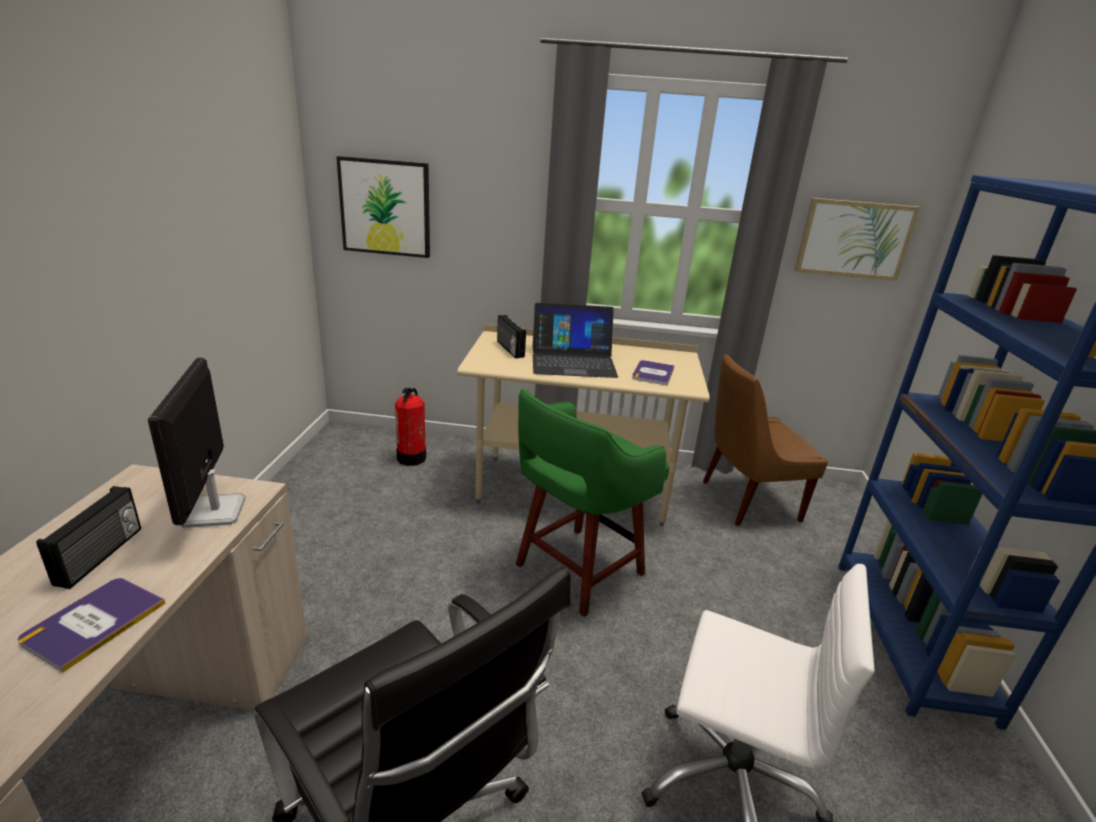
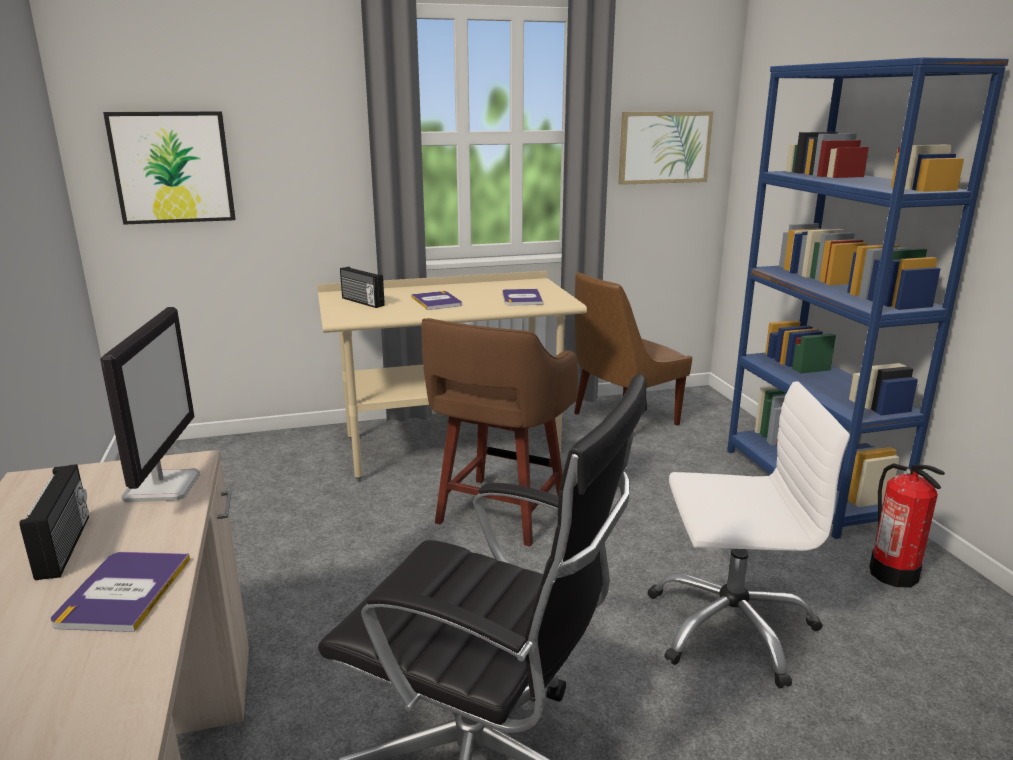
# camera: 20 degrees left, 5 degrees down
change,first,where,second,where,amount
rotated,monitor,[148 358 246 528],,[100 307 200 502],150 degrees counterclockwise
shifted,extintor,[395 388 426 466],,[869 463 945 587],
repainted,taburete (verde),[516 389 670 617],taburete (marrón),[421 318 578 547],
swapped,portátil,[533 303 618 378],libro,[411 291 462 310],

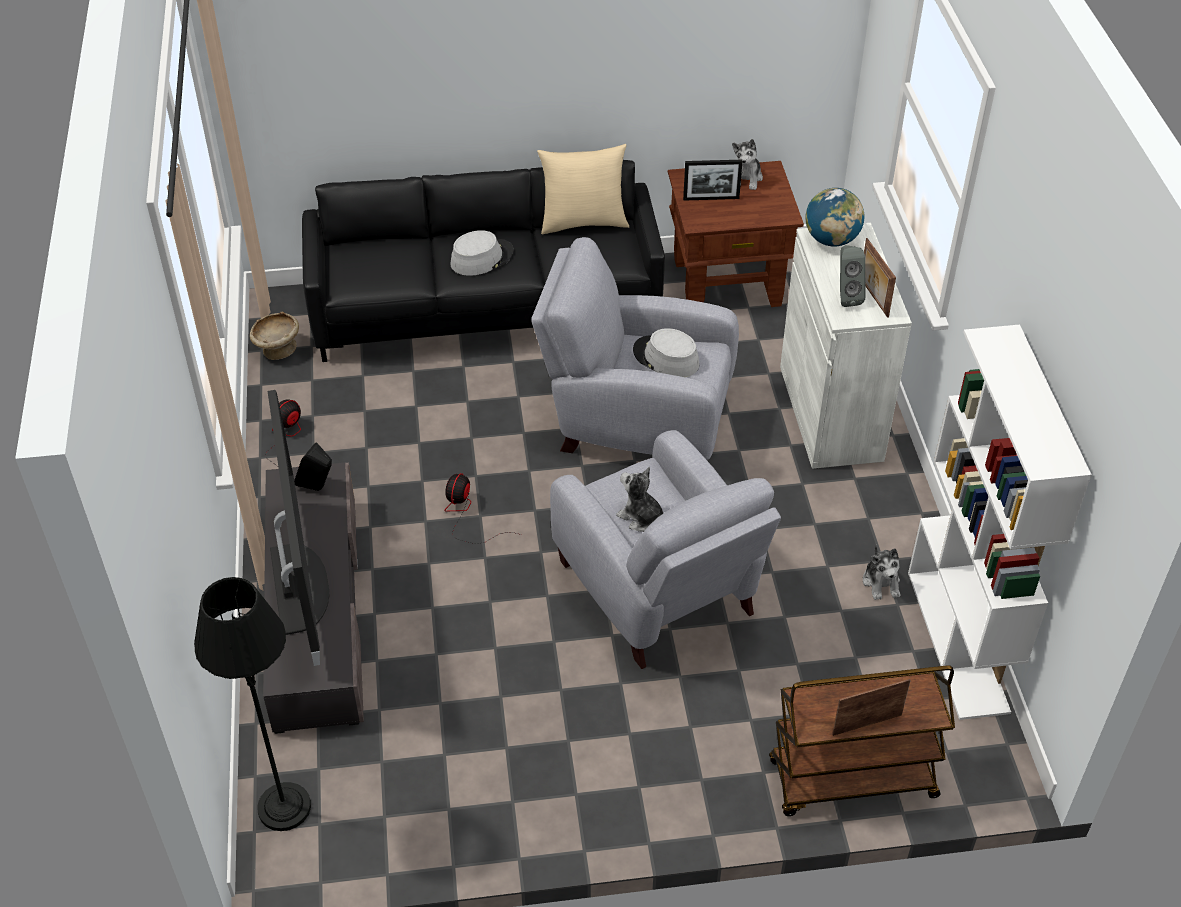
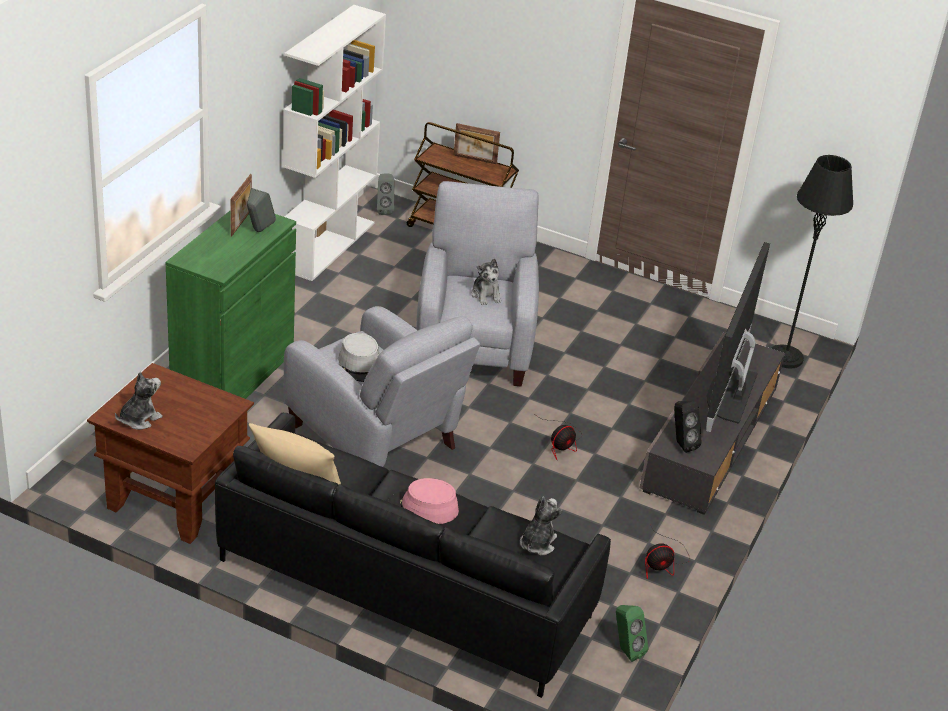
# camera: 150 degrees left, 10 degrees down
change,first,where,second,where,amount
swapped,cuenco (beis),[250 312 299 360],altavoz (verde),[616 605 648 662],
repainted,sombrero (gris),[450 230 514 276],sombrero (rosa),[388 478 459 524],
gone,portarretratos,[683 160 742 201],,,
repainted,armario (blanco),[780 223 912 469],armario (verde),[166 210 296 399],
gone,globo terráqueo,[806 188 864 247],,,
shifted,peluche,[863 544 900 600],,[520 497 563 555],
new,,,altavoz (gris),[377 173 394 215],

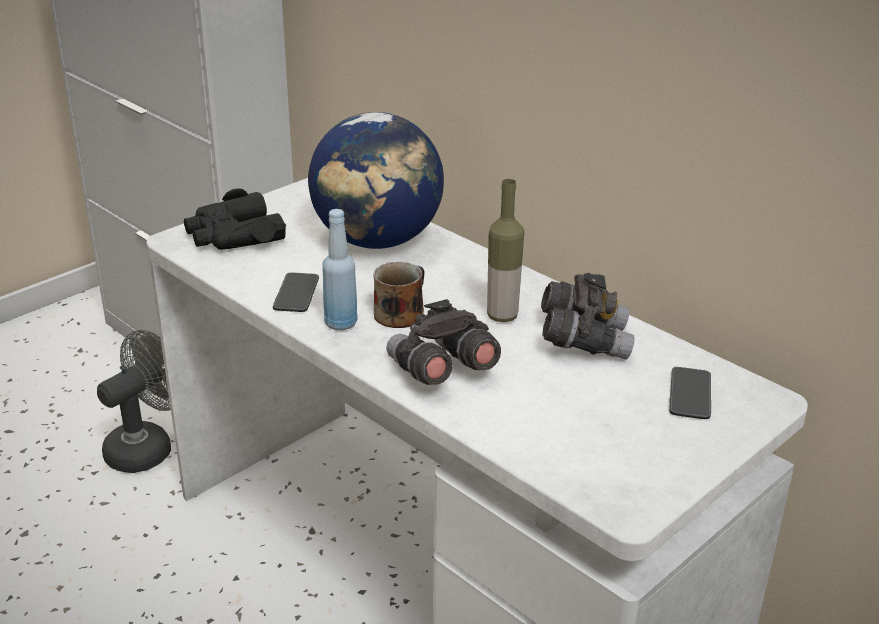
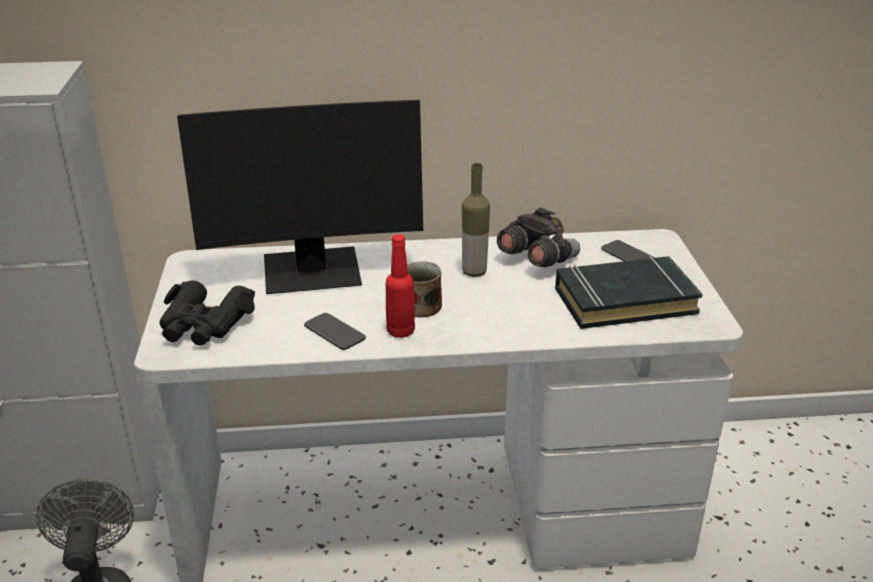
# camera: 50 degrees left, 0 degrees up
change,first,where,second,where,amount
swapped,globo terráqueo,[308 112 444 249],monitor,[177 100 423 294],
repainted,botella (azul),[322 209 358 330],botella (rojo),[385 234 415 338],
gone,prismáticos (gris),[387 299 501 385],,,
new,,,libro (negro),[555 256 703 329],

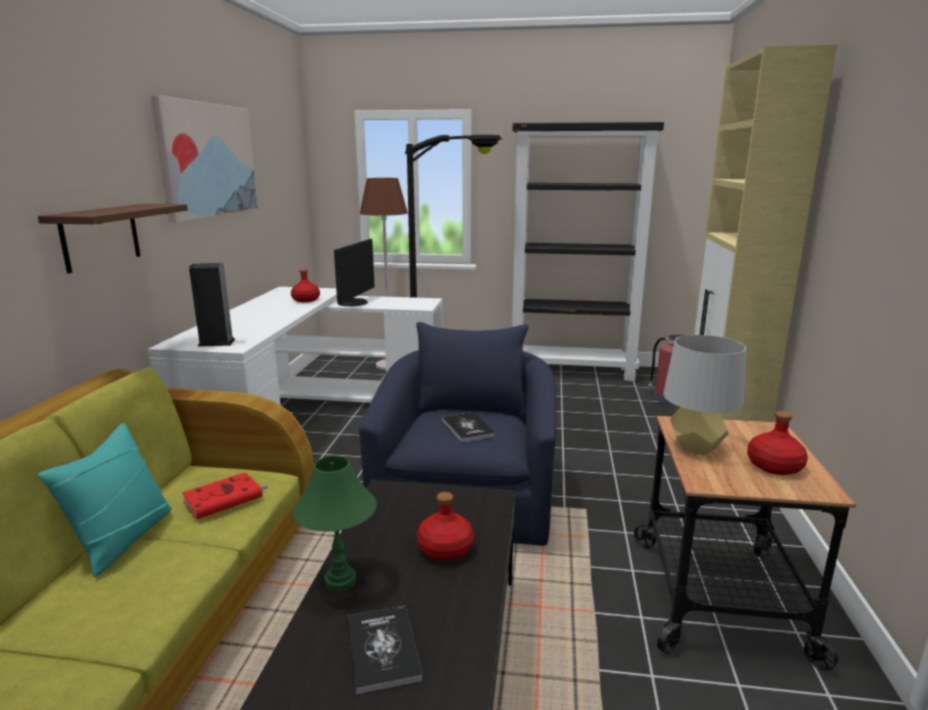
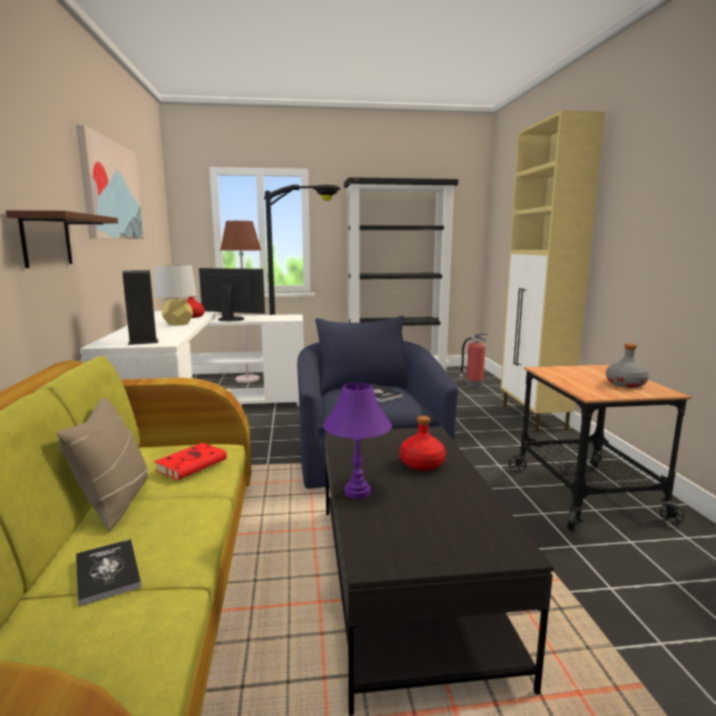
# camera: 15 degrees left, 5 degrees down
change,first,where,second,where,amount
repainted,cojín (turquesa),[38 423 171 577],cojín (beis),[57 397 149 531],
repainted,lámpara de mesa (verde),[292 456 377 592],lámpara de mesa (morado),[323 383 392 499],
rotated,monitor,[334 239 375 307],,[199 268 265 322],75 degrees counterclockwise
shifted,libro,[347 606 423 695],,[76 539 141 607],
shifted,lámpara de mesa (gris),[663 335 746 455],,[155 265 197 326],
repainted,botella (rojo),[747 411 808 475],botella (gris),[606 343 649 388],

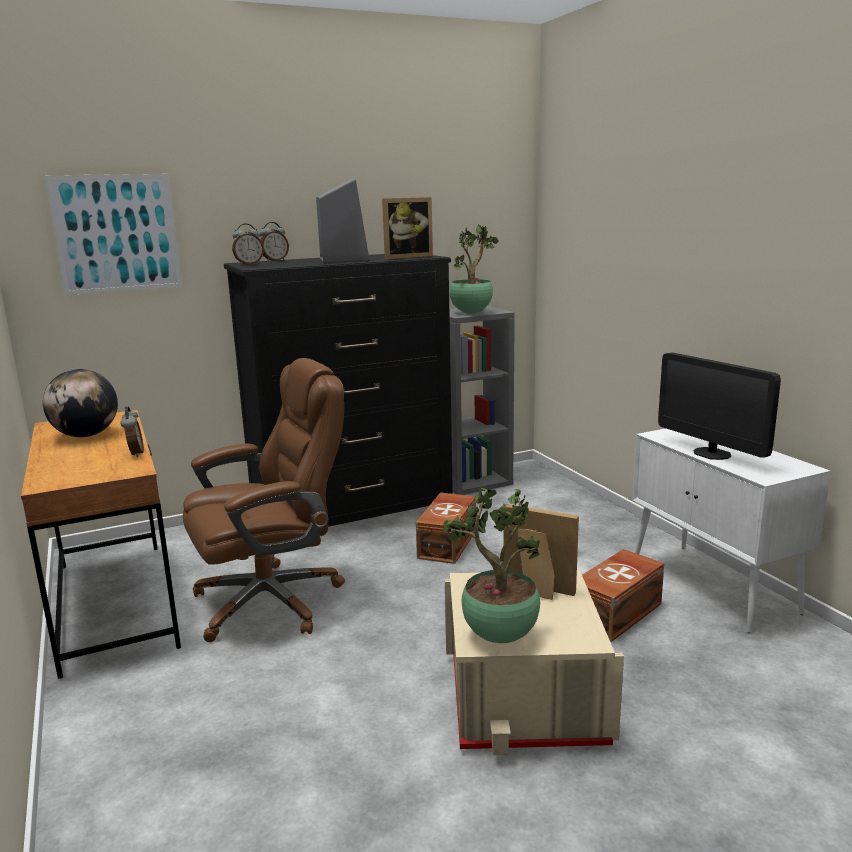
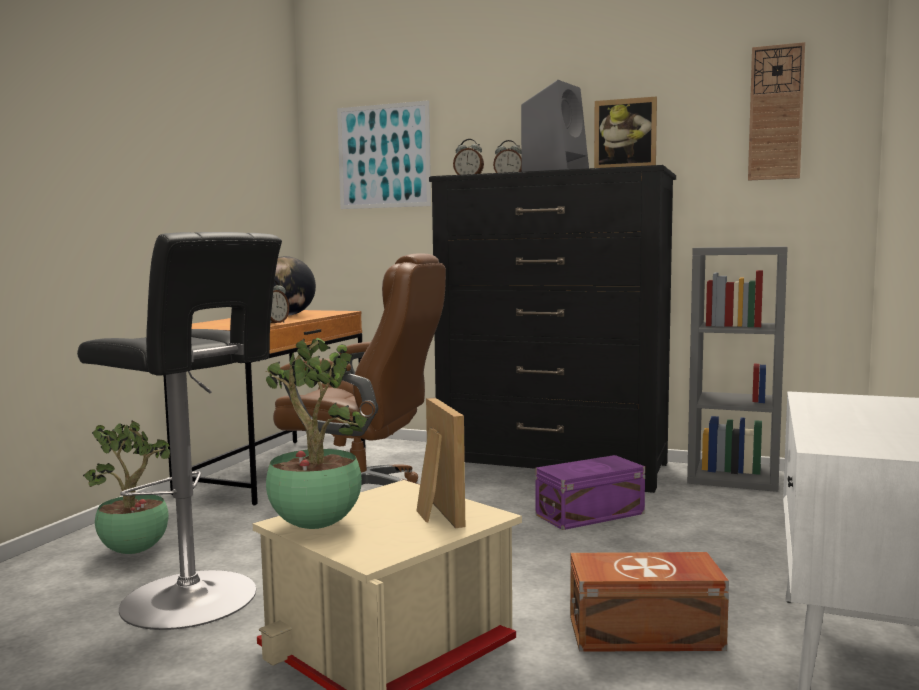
# camera: 45 degrees right, 10 degrees down
change,first,where,second,where,amount
repainted,caja de almacenaje (marrón),[416 493 476 564],caja de almacenaje (morado),[535 455 645 530],
shifted,planta en maceta,[449 224 499 313],,[83 420 170 554],
gone,monitor,[658 352 781 460],,,
new,,,taburete (negro),[77 232 282 630],
new,,,reloj de pared,[748 42 805 181],

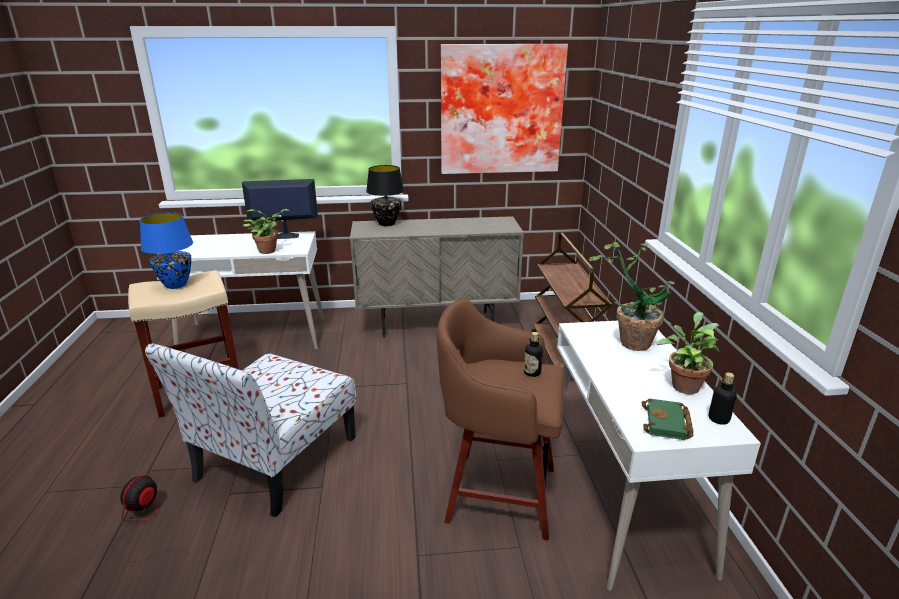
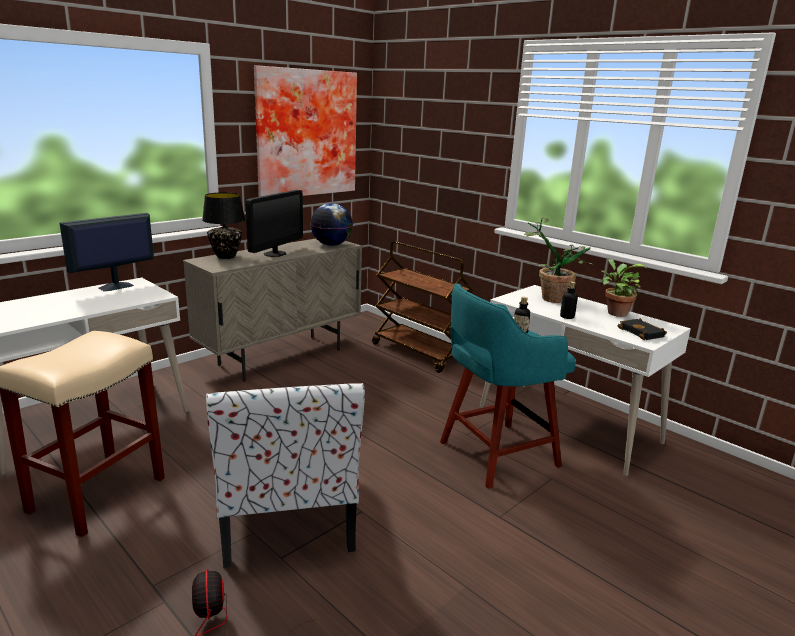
# camera: 40 degrees left, 5 degrees down
change,first,where,second,where,amount
gone,lámpara de mesa (azul),[140 212 193 289],,,
gone,planta en maceta,[243 209 289 254],,,
repainted,taburete (marrón),[437 298 565 540],taburete (turquesa),[440 283 576 489],
repainted,libro (verde),[642 398 694 440],libro (negro),[618 318 667 340],
shifted,botella,[709 372 737 425],,[560 281 578 319],
new,,,monitor,[246 190 303 257],
new,,,globo terráqueo,[310 203 353 246],

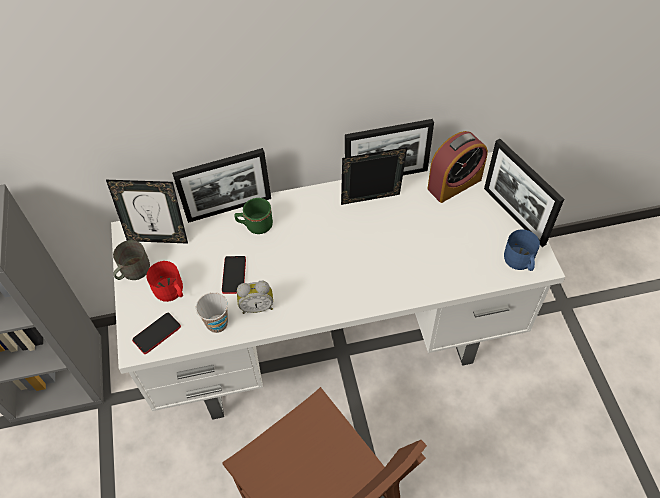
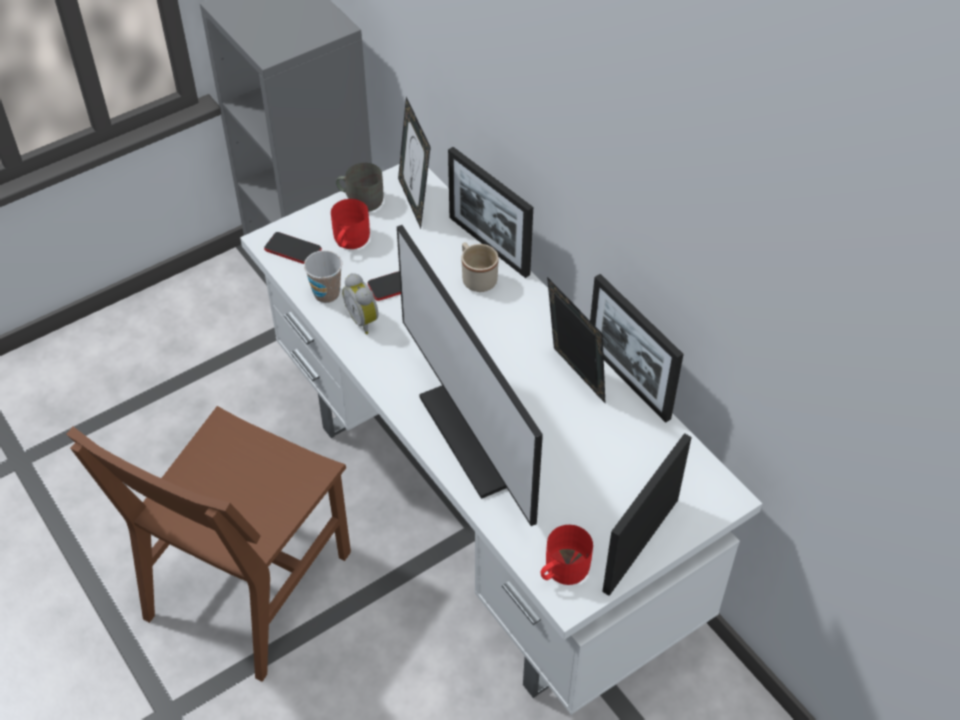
# camera: 65 degrees right, 5 degrees down
change,first,where,second,where,amount
repainted,taza grande (verde),[234 198 273 234],taza grande (beis),[462 242 498 292],
gone,despertador,[427 131 488 203],,,
repainted,taza grande (azul),[504 230 540 271],taza grande (rojo),[540 525 593 585],
new,,,monitor,[397 225 543 526],

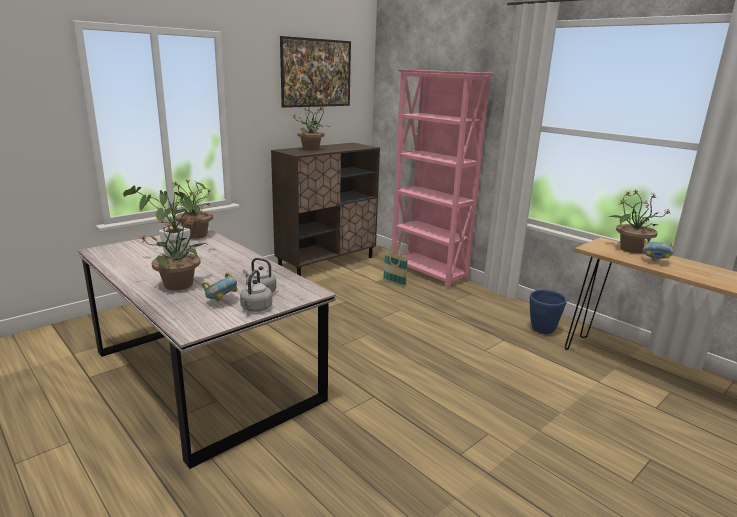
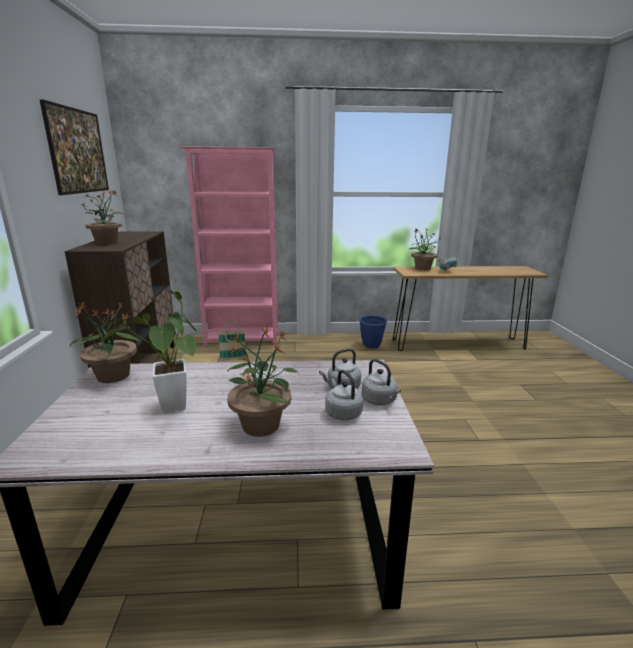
# camera: 50 degrees left, 0 degrees up
change,first,where,second,where,amount
swapped,cuenco,[202 272 238 301],hervidor (gris),[325 370 363 421],

